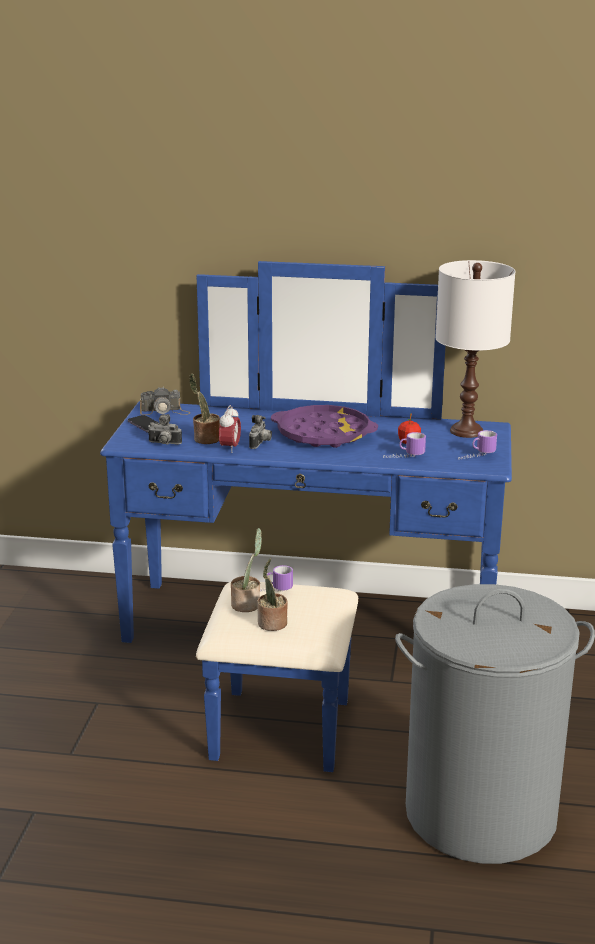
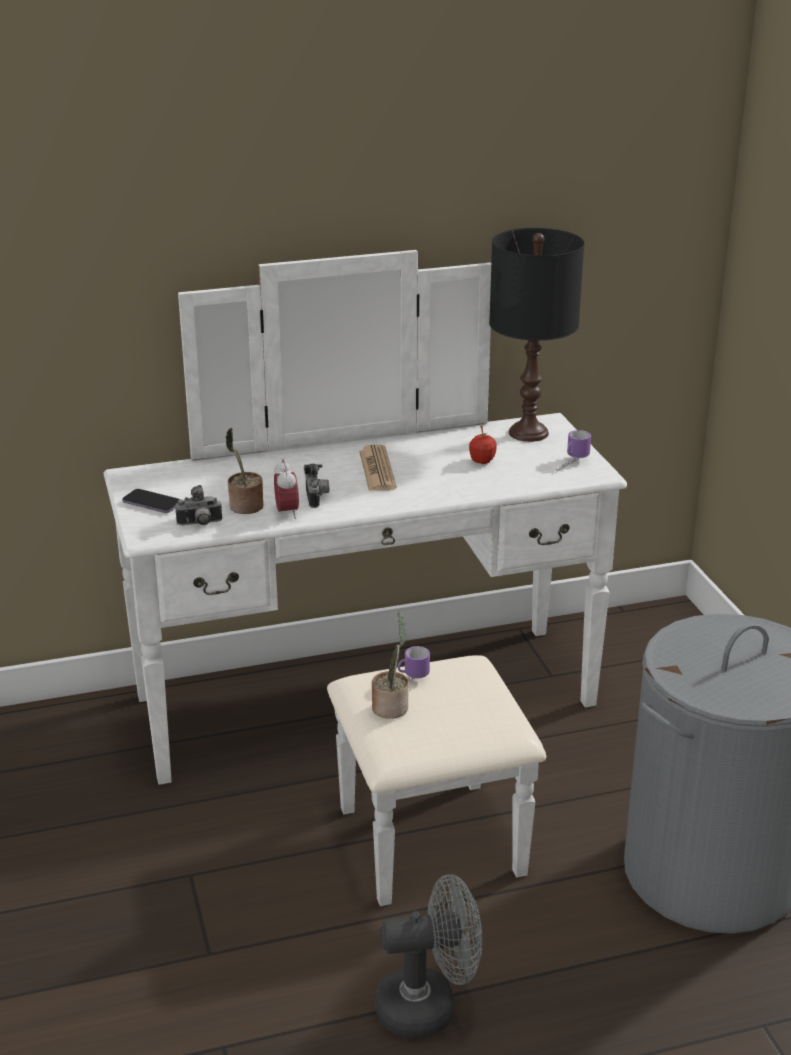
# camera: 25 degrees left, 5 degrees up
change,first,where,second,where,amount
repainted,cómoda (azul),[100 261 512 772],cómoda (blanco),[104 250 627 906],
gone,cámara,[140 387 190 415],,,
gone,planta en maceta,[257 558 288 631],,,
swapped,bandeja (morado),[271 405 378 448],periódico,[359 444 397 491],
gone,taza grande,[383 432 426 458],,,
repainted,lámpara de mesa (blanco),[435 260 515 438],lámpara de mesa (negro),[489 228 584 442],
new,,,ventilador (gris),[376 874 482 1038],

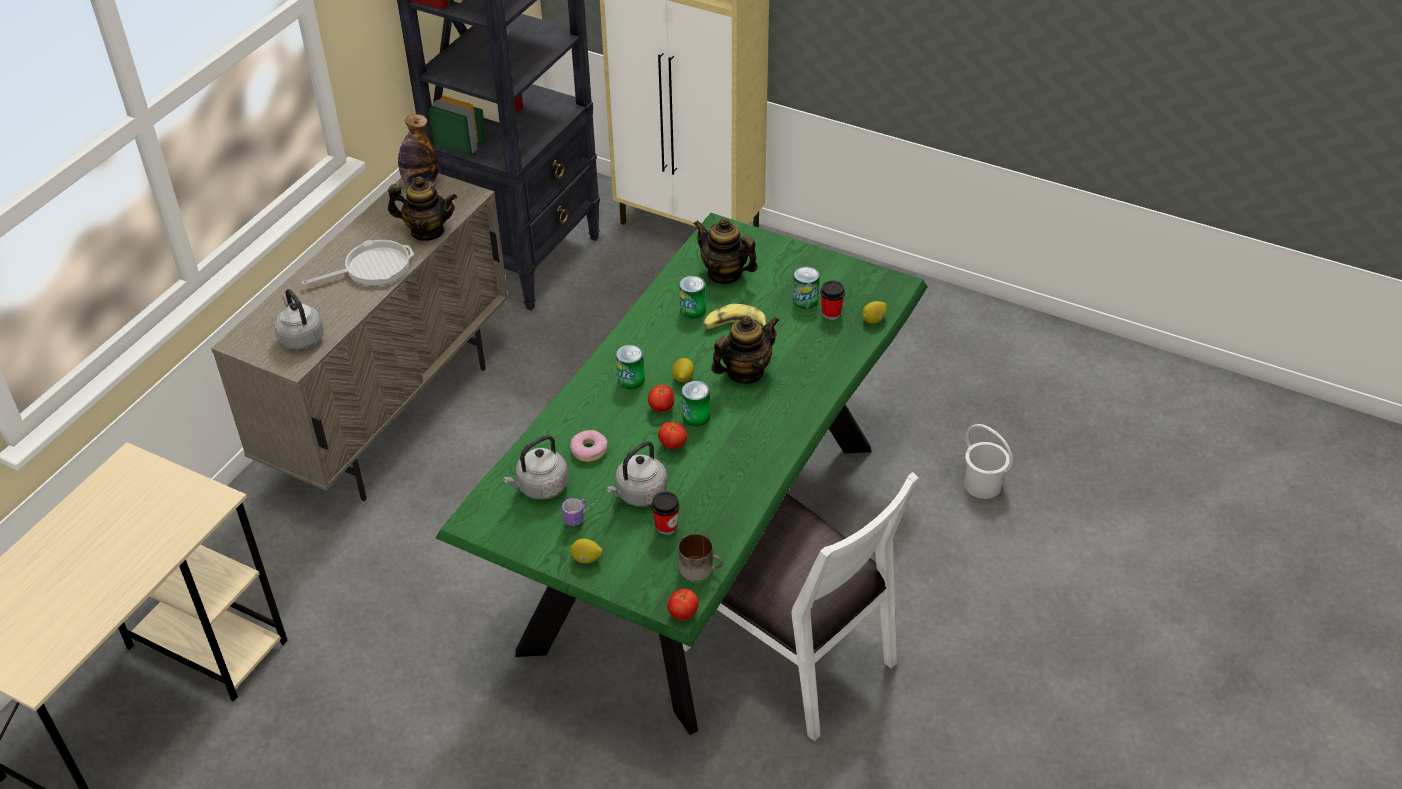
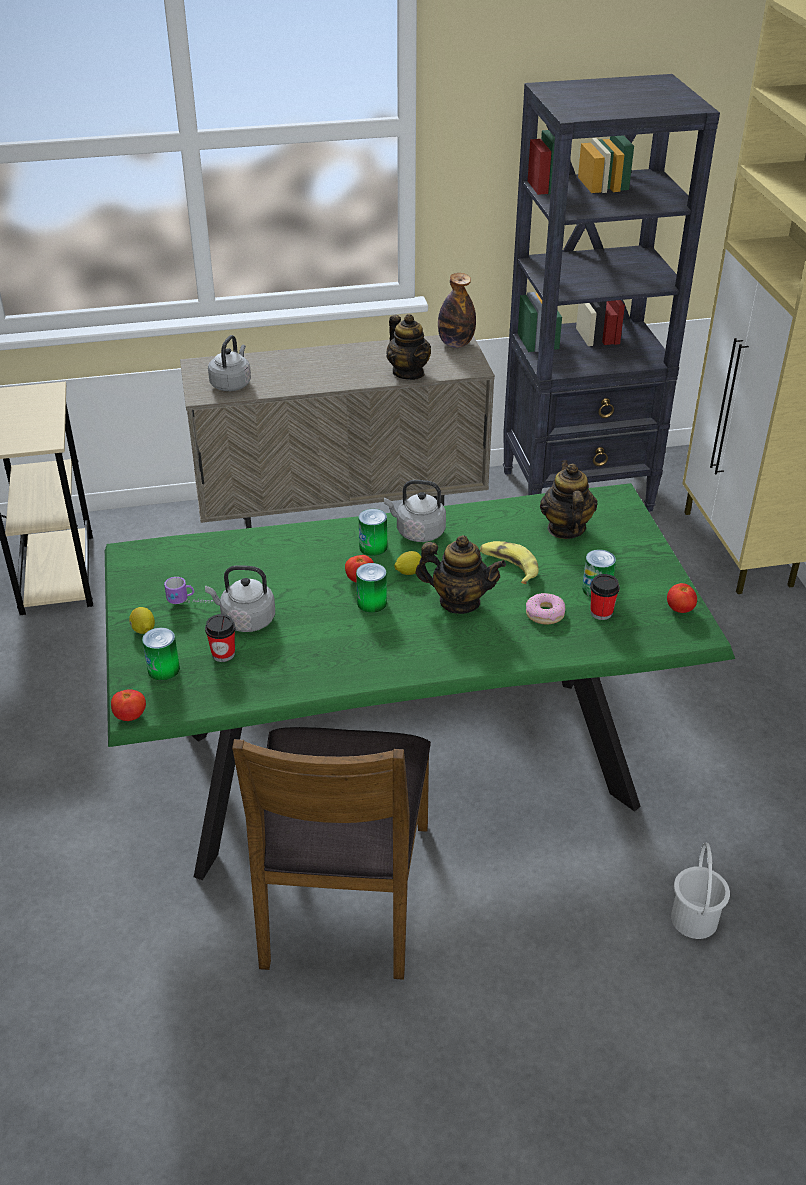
# camera: 50 degrees right, 5 degrees down
change,first,where,second,where,amount
gone,sartén,[302 240 414 286],,,
shifted,hervidor (gris),[503 435 568 500],,[384 480 446 542],
shifted,rosquilla,[570 430 607 462],,[526 593 565 625],
shifted,tomate,[658 422 687 449],,[667 583 697 613],
gone,taza grande,[678 534 723 581],,,
shifted,lata,[679 276 706 319],,[142 627 180 681],
repainted,silla (blanco),[683 472 919 741],silla (marrón),[232 727 431 980],
gone,limón,[862 301 887 324],,,

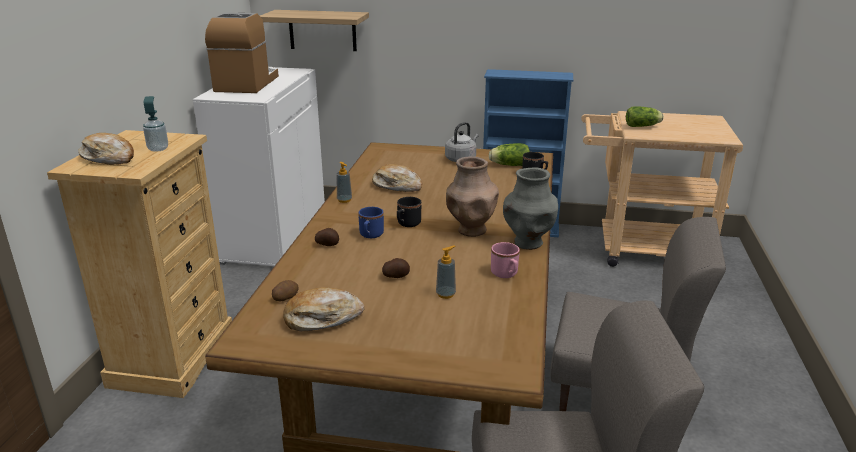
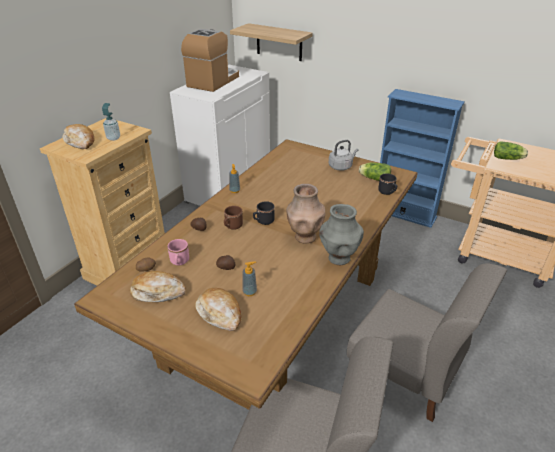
# camera: 20 degrees right, 10 degrees up
change,first,where,second,where,amount
repainted,taza grande (azul),[358 207 384 238],taza grande (marrón),[224 206 243 230],
shifted,pan,[372 164 422 192],,[195 288 241 331],
shifted,taza grande (rosa),[491 242 520 278],,[167 239 189 265],

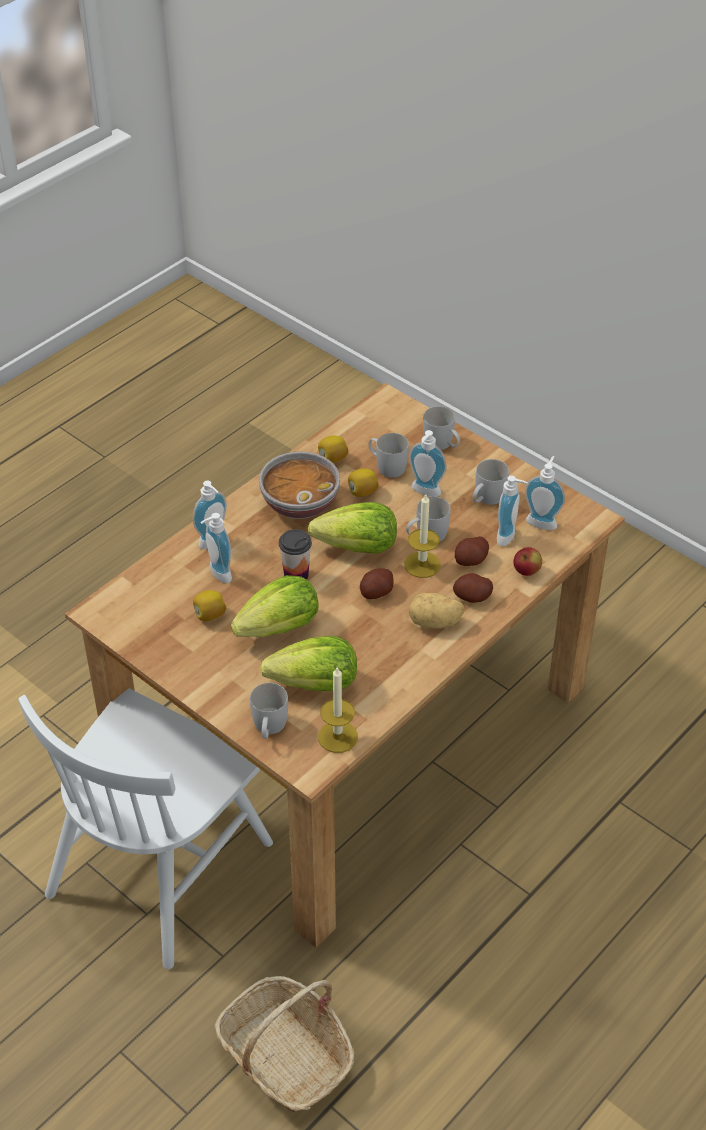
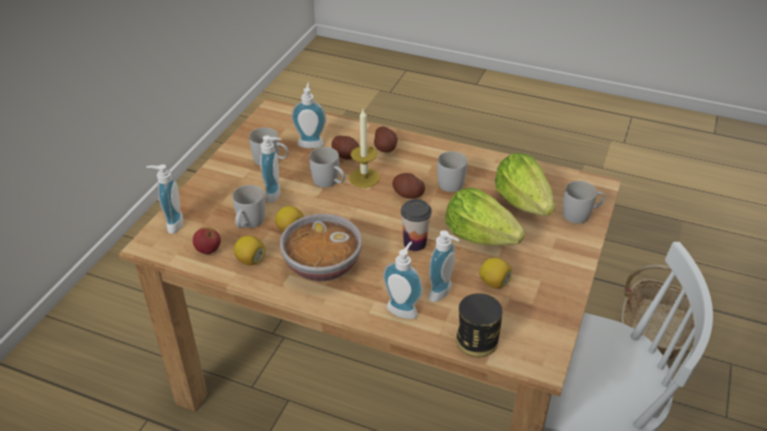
# camera: 110 degrees left, 5 degrees down
change,first,where,second,where,amount
gone,lechuga,[308 502 397 554],,,
gone,vela,[318 667 358 753],,,
gone,patata,[409 593 464 629],,,
shifted,taza grande (blanco),[423 406 460 450],,[437 151 467 192],
shifted,manzana,[513 547 542 576],,[193 227 221 254],
shifted,dispensador de jabón,[525 456 565 530],,[146 164 183 234],
new,,,lata,[456 293 503 357],

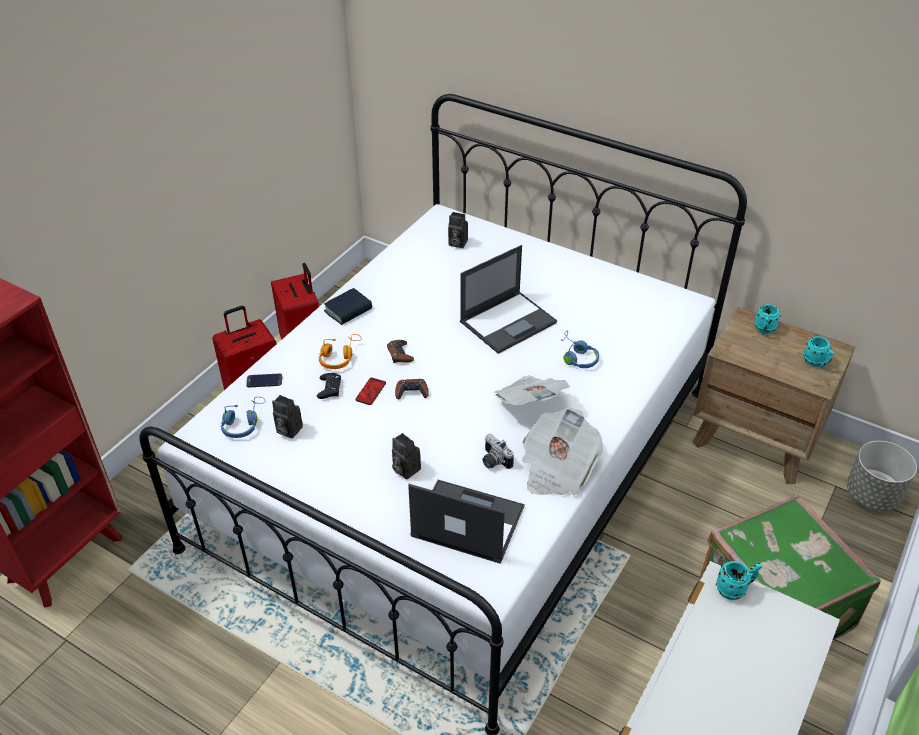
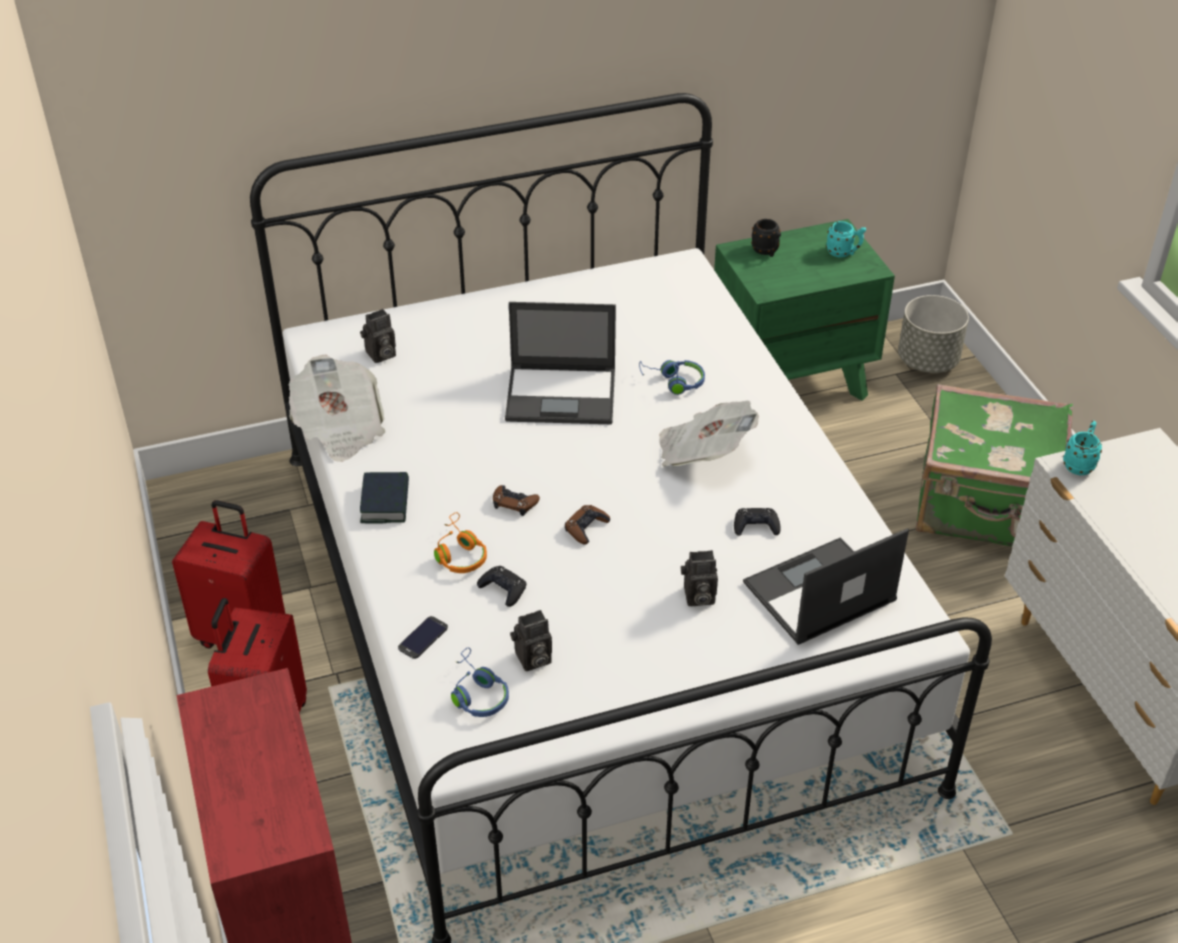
# camera: 50 degrees left, 0 degrees up
change,first,where,second,where,amount
gone,móvil,[355 377 386 405],,,
rotated,portátil,[460 245 557 354],,[505 302 616 424],90 degrees clockwise
swapped,cámara,[482 434 514 469],mando de consola (negro),[734 508 781 536],
shifted,periódico,[522 408 603 495],,[289 355 385 462],
repainted,mesita de noche (marrón),[693 307 855 484],mesita de noche (verde),[714 219 895 401],
repainted,taza grande (turquesa),[755 304 781 335],taza grande (negro),[751 219 781 257],

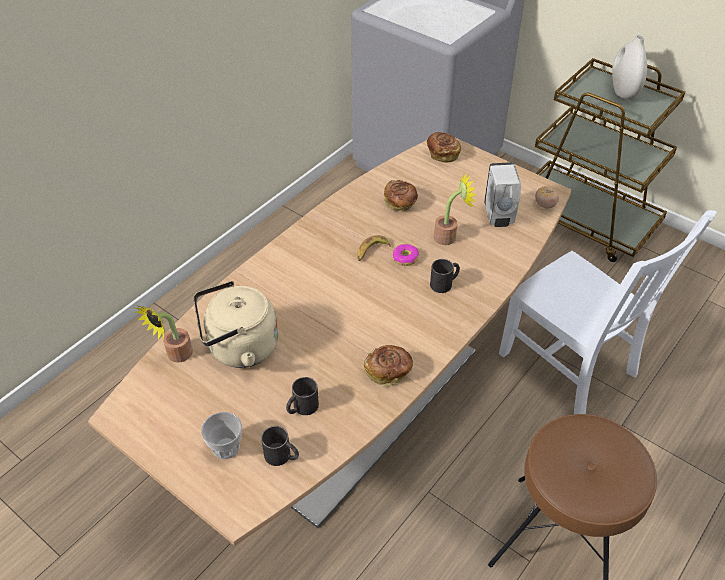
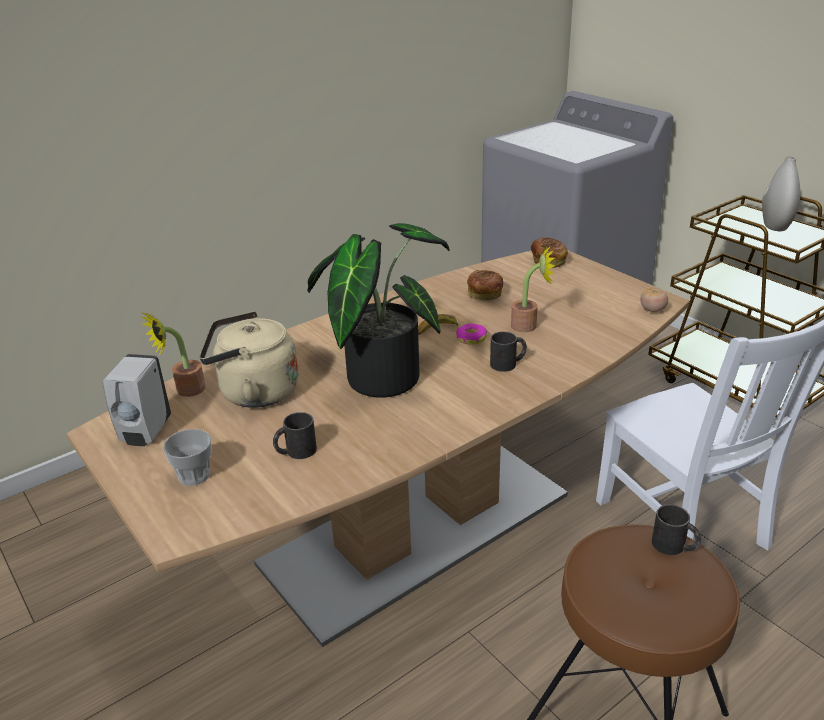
# camera: 15 degrees right, 15 degrees down
change,first,where,second,where,amount
shifted,taza grande (negro),[261 426 299 466],,[652 504 701 555],
gone,pan,[364 345 413 386],,,
shifted,dispensador de jabón (blanco),[484 162 521 227],,[103 354 171 446],
new,,,planta en maceta,[307 223 450 398],

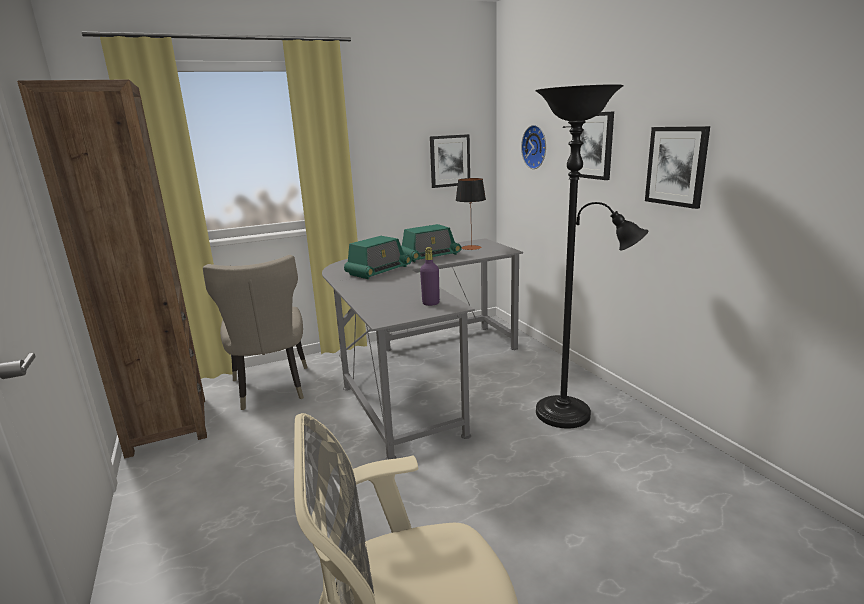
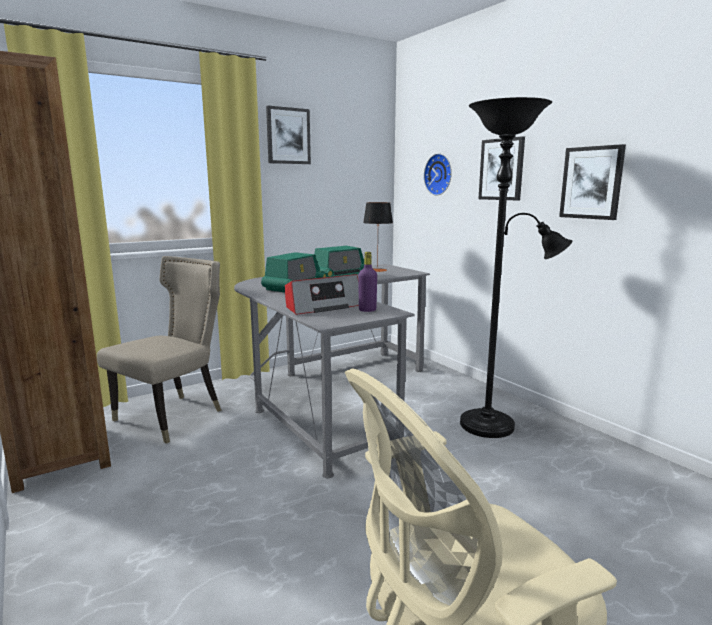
# camera: 10 degrees left, 5 degrees down
change,first,where,second,where,amount
rotated,silla (beis),[203 255 308 410],,[97 256 222 444],120 degrees counterclockwise
shifted,cuadro,[430 134 470 188],,[266 106 311 164],
new,,,radio,[285 274 359 315],

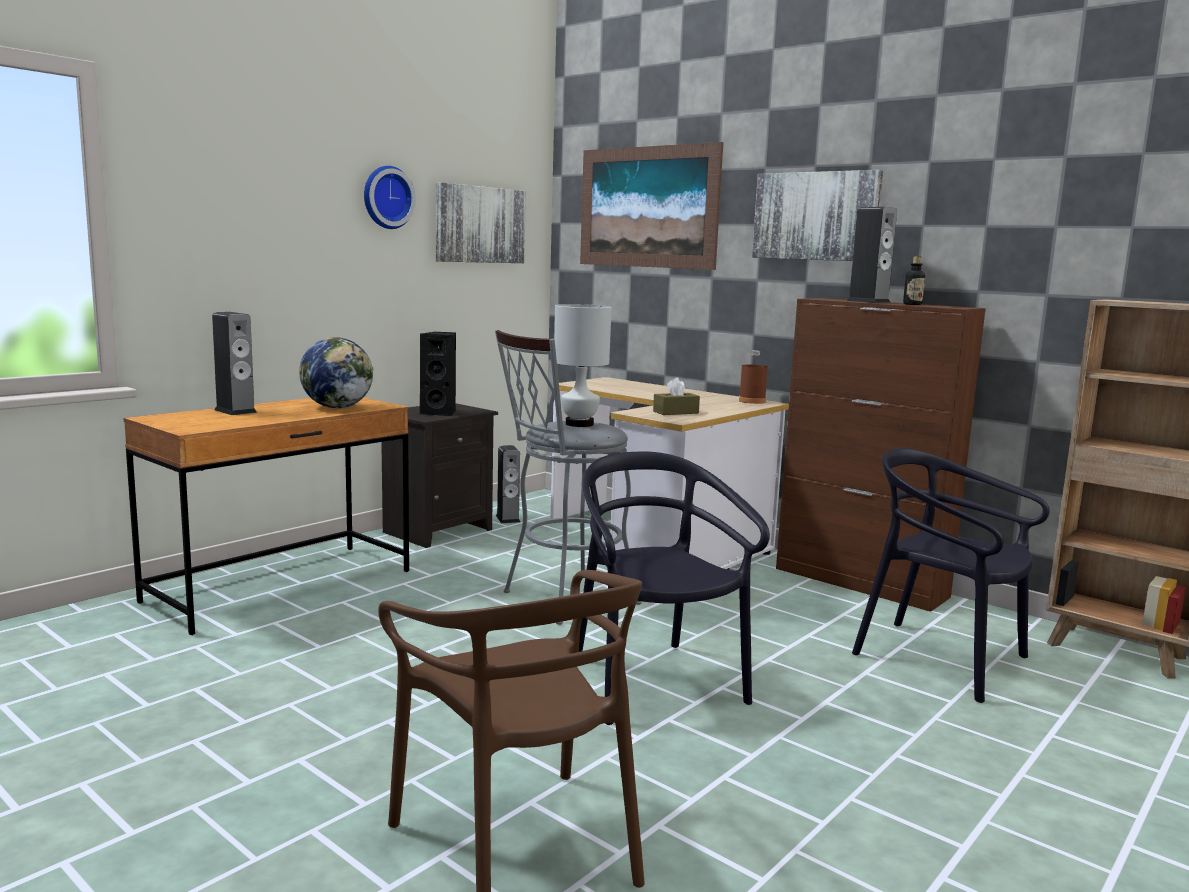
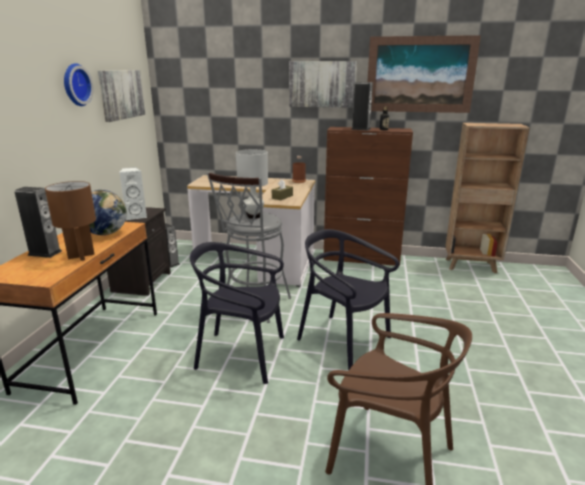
# camera: 30 degrees left, 10 degrees up
change,first,where,second,where,amount
repainted,altavoz (negro),[420 332 456 416],altavoz (blanco),[119 167 147 220],
shifted,cuadro,[580 142 723 270],,[367 35 481 113],
shifted,silla (negro),[852 448 1050 703],,[190 242 284 384],
new,,,lámpara de mesa (marrón),[45 181 96 261],

